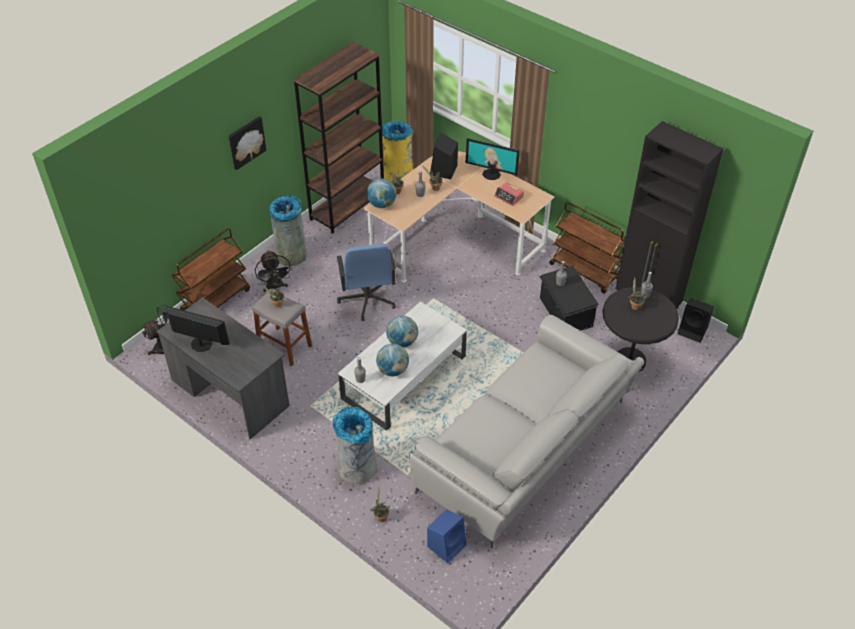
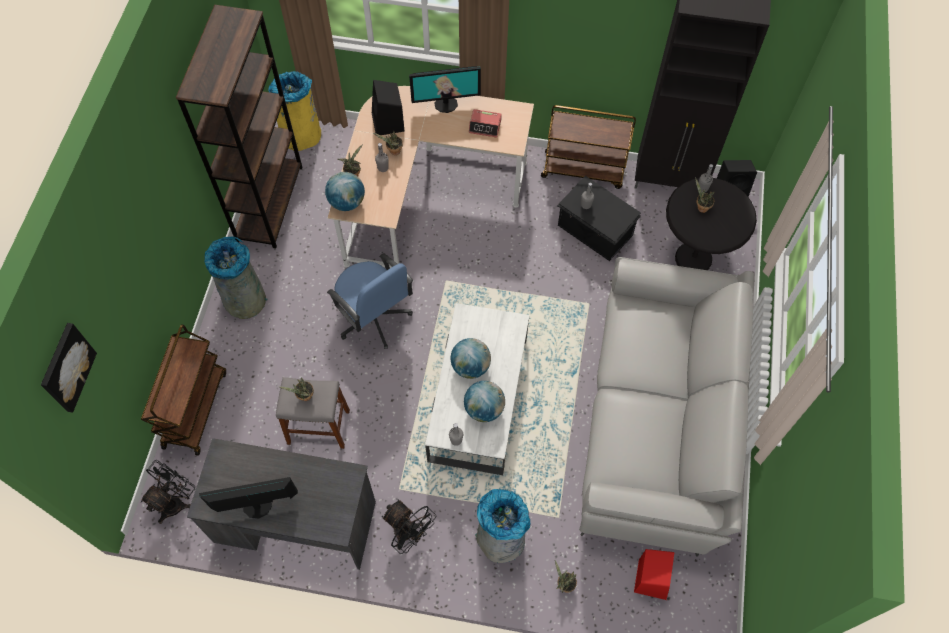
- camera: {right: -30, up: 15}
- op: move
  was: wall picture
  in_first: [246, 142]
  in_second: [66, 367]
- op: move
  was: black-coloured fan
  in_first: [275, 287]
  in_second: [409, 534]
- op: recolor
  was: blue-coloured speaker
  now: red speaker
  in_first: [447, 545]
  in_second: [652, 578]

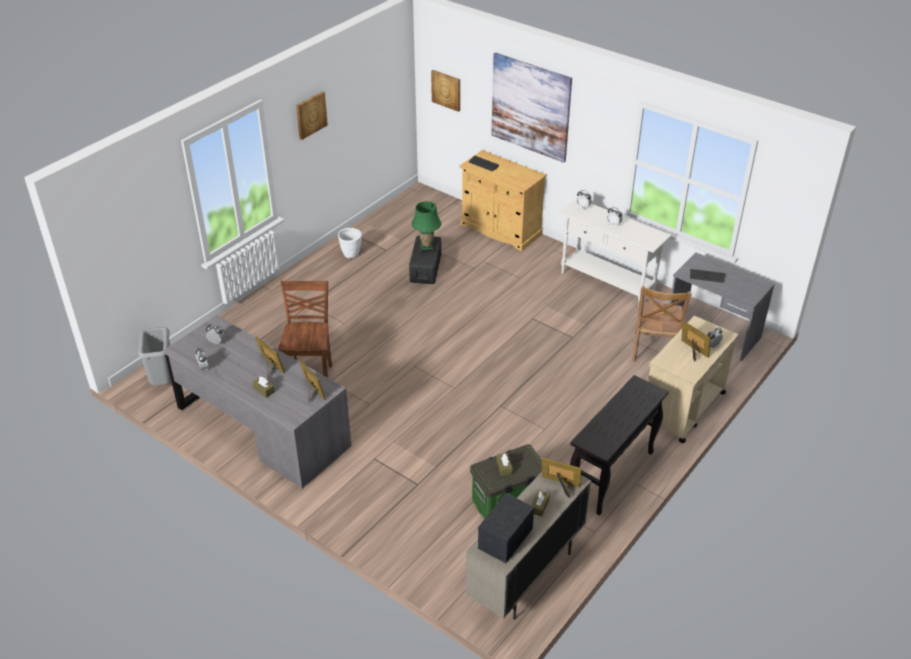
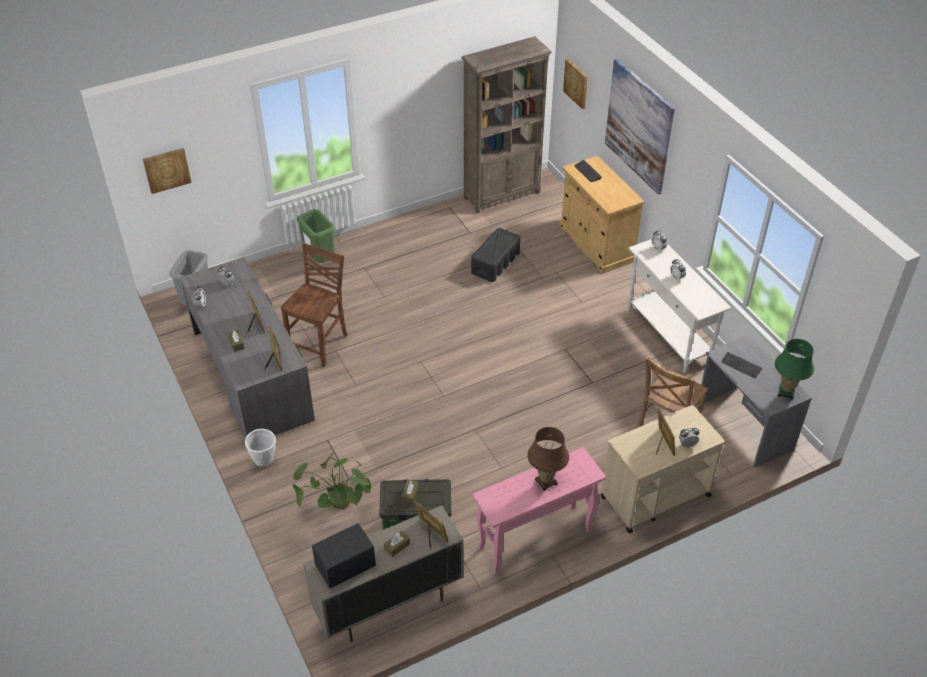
- camera: {right: 25, up: 5}
- op: move
  was: wall picture
  in_first: [310, 115]
  in_second: [166, 170]
- op: move
  was: white-coloured plant pot
  in_first: [351, 254]
  in_second: [264, 460]
- op: move
  was: green-coloured table lamp
  in_first: [427, 248]
  in_second: [786, 392]
- op: recolor
  was: black-coloured narrow table
  now: pinkish narrow table
  in_first: [612, 476]
  in_second: [534, 540]
- op: insert
  now: houseplant
  in_second: [337, 509]
- op: insert
  now: green-coloured waste bin
  in_second: [320, 260]
- op: insert
  now: brownish bookcase
  in_second: [502, 195]
- op: insert
  now: brownish table lamp
  in_second: [545, 482]

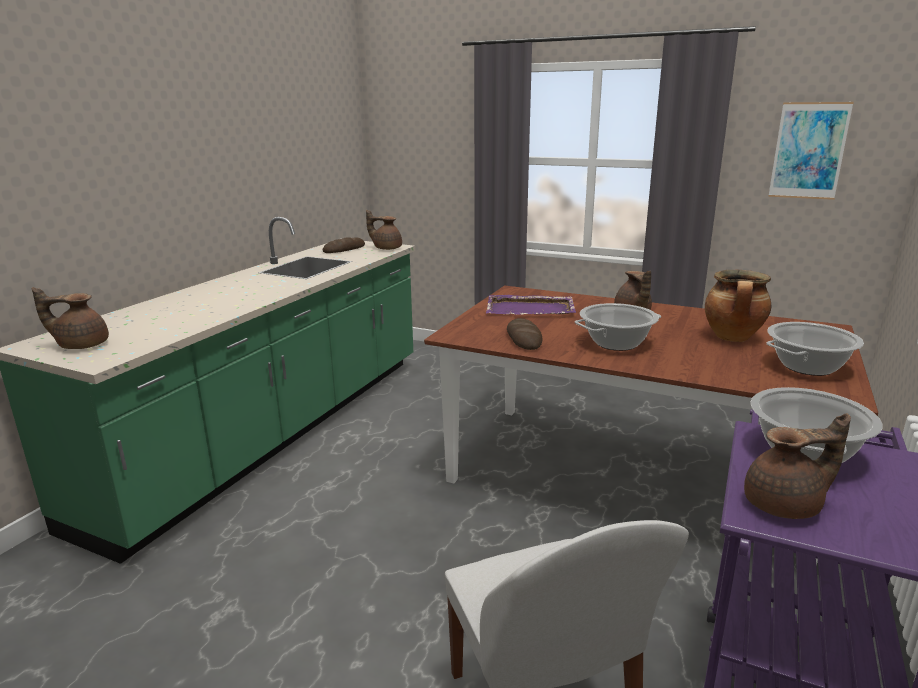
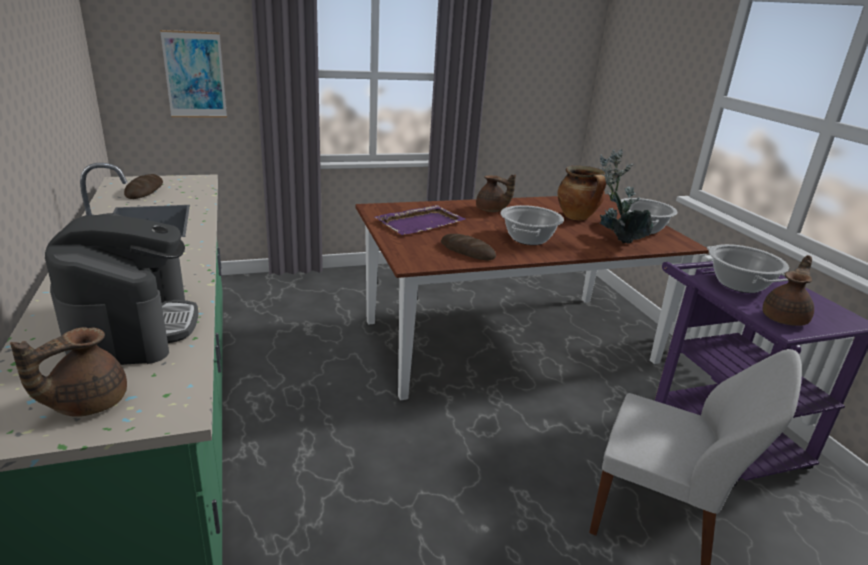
- camera: {right: -45, up: 5}
- op: delete
  was: brownish teapot
  in_first: [386, 248]
- op: move
  was: wall picture
  in_first: [808, 151]
  in_second: [195, 75]
- op: insert
  now: coffee maker
  in_second: [133, 327]
- op: insert
  now: houseplant
  in_second: [616, 243]

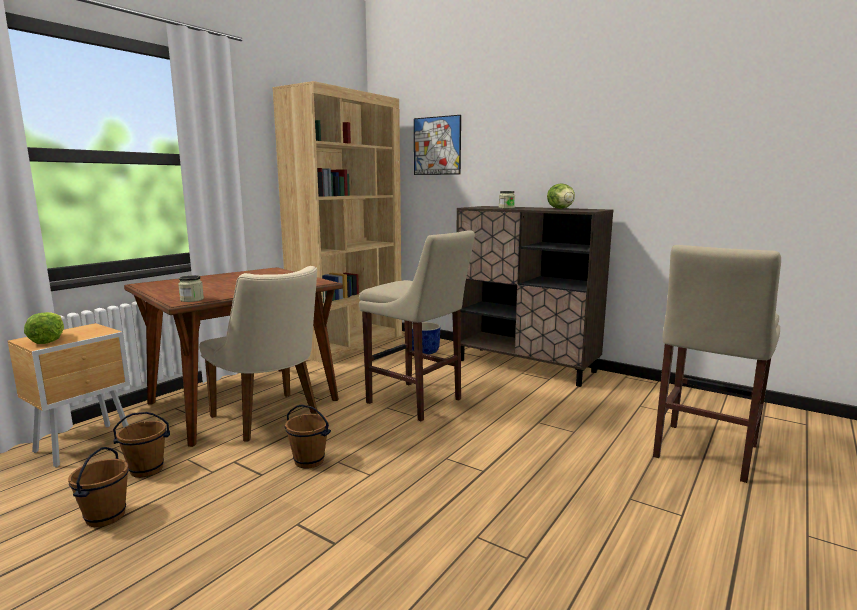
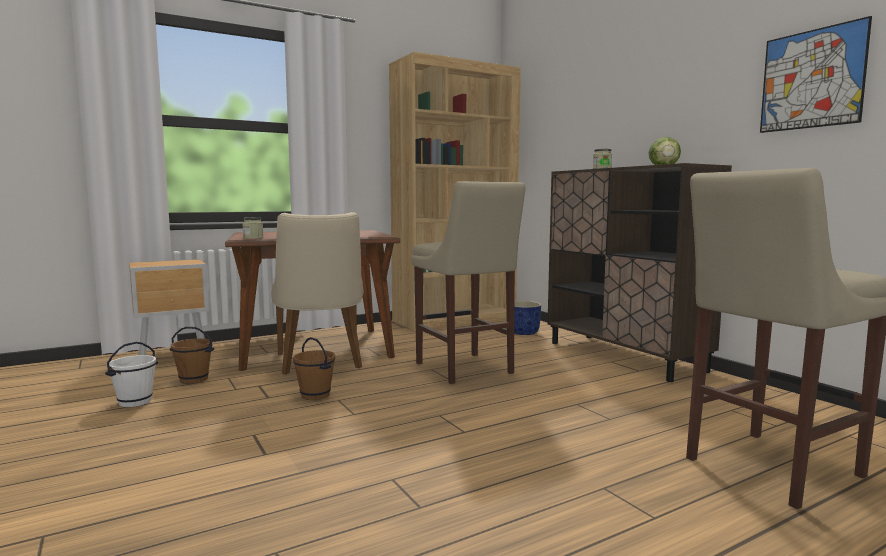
- camera: {right: 25, up: -5}
- op: delete
  was: lettuce
  in_first: [49, 340]
- op: recolor
  was: brownish water bucket
  now: white-coloured water bucket
  in_first: [105, 517]
  in_second: [135, 402]
- op: move
  was: wall picture
  in_first: [437, 146]
  in_second: [811, 79]

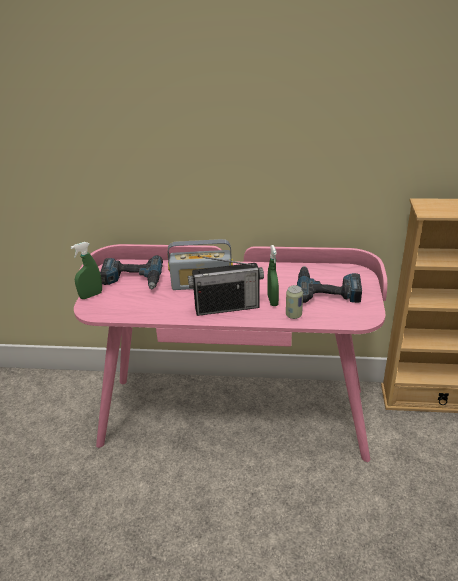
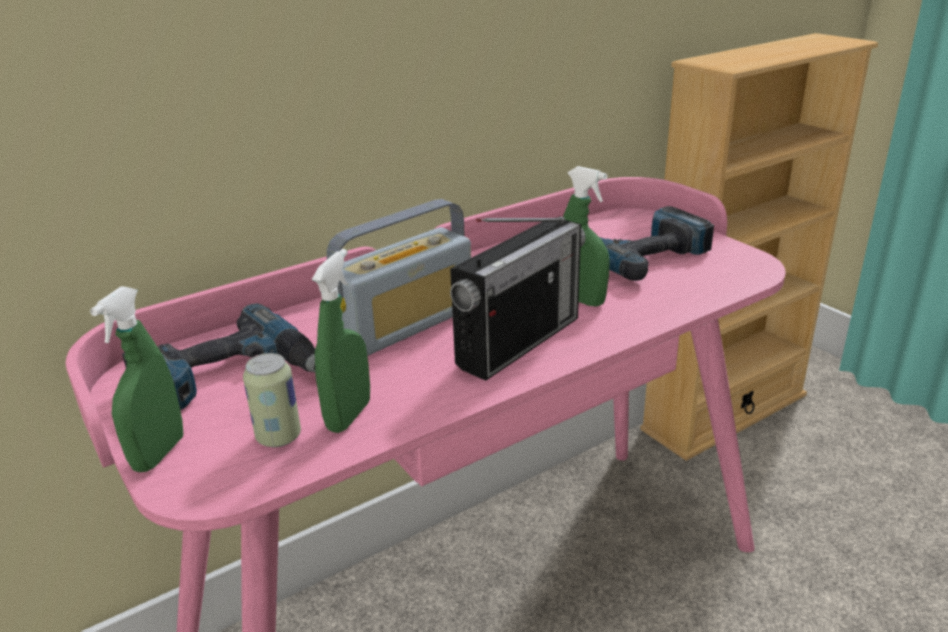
- camera: {right: -40, up: -5}
- op: move
  was: can
  in_first: [293, 315]
  in_second: [278, 436]
- op: insert
  now: green-coloured hand sprayer
  in_second: [349, 416]

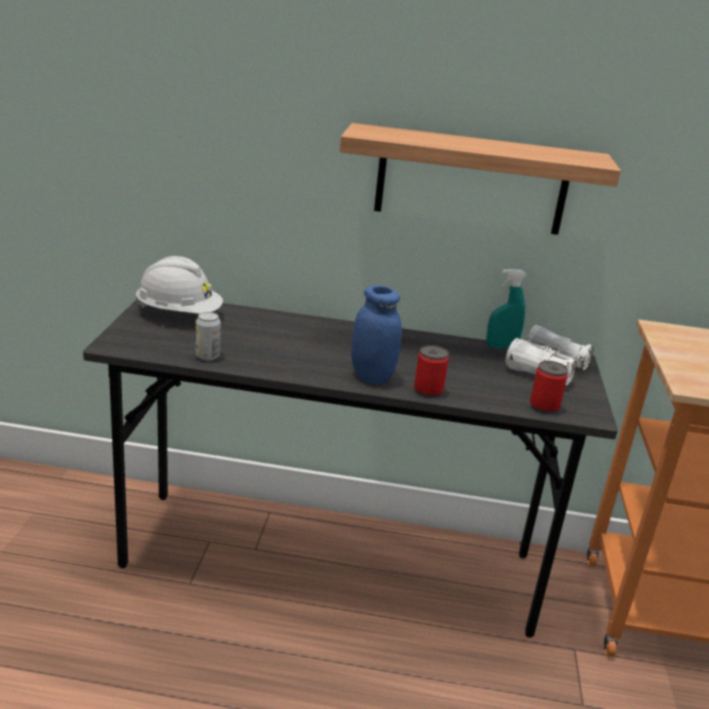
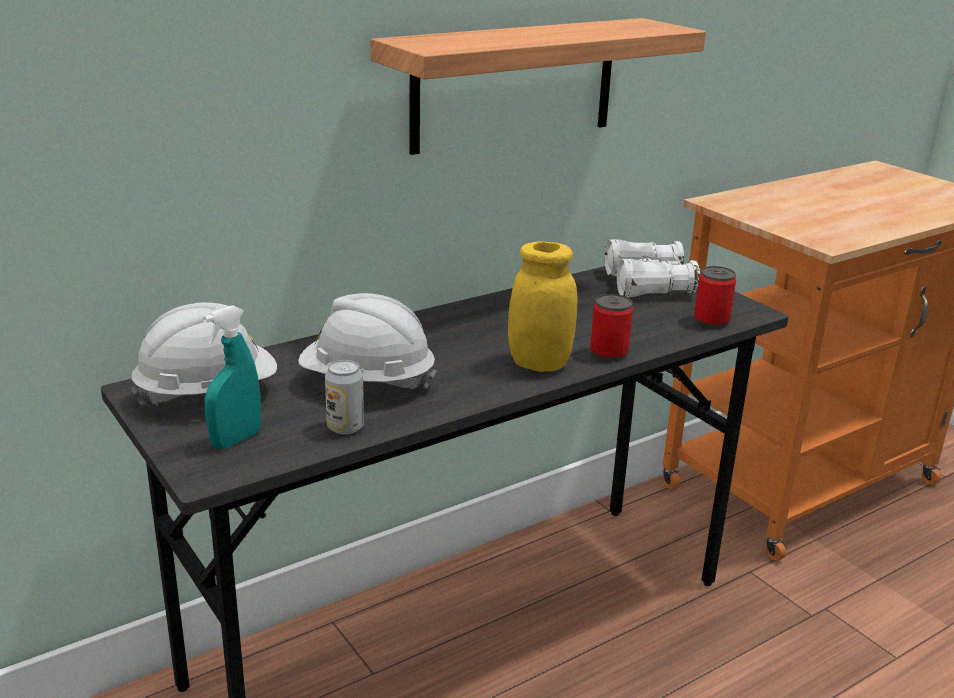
- camera: {right: -40, up: 0}
- op: recolor
  was: blue-coloured jar
  now: yellow jar
  in_first: [372, 376]
  in_second: [539, 364]
- op: move
  was: turquoise-coloured hand sprayer
  in_first: [501, 346]
  in_second: [236, 440]
- op: insert
  now: white-coloured hard hat
  in_second: [367, 382]

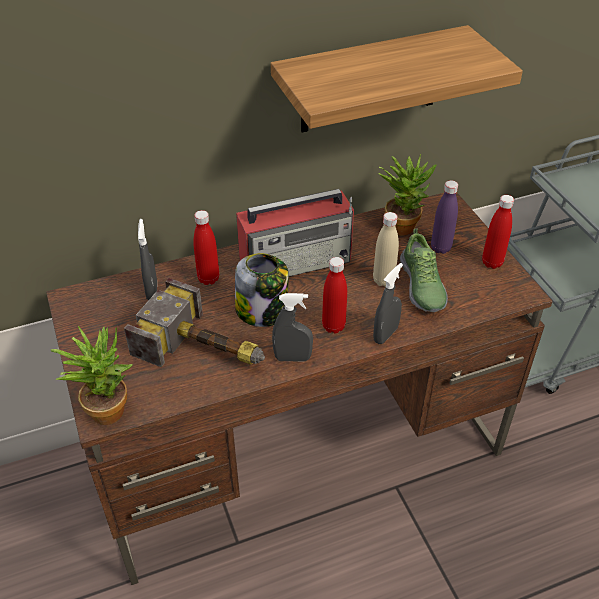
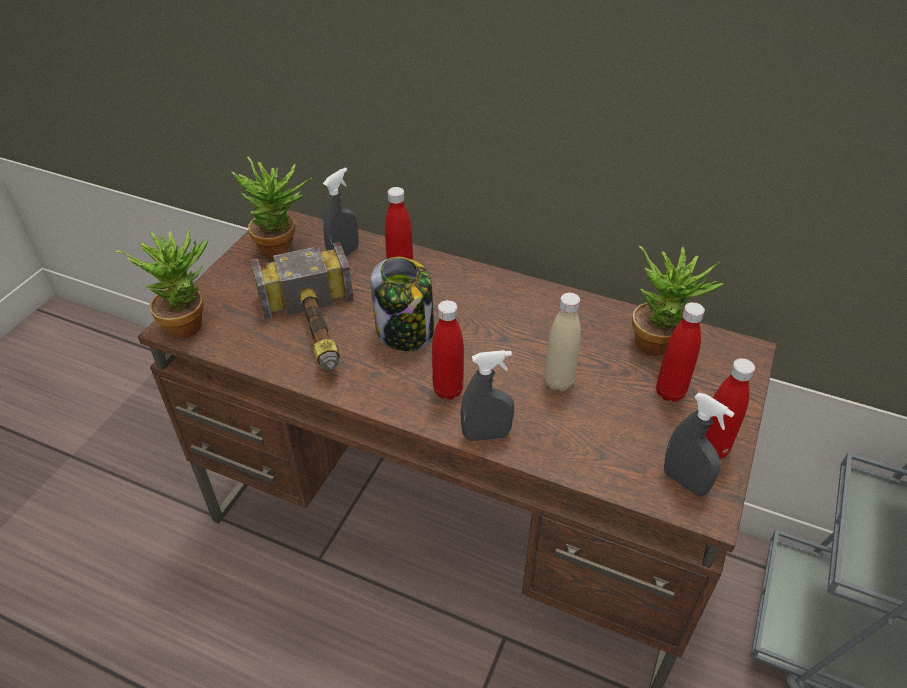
- camera: {right: 45, up: 0}
- op: delete
  was: radio set
  in_first: [297, 261]
- op: delete
  was: wall shelf
  in_first: [370, 81]
- op: move
  was: grey hand sprayer
  in_first: [292, 358]
  in_second: [684, 482]
- op: delete
  was: shoe
  in_first: [422, 286]
- op: recolor
  was: purple-coloured bottle
  now: red bottle
  in_first: [440, 248]
  in_second: [670, 392]
- op: insert
  now: houseplant
  in_second: [283, 248]

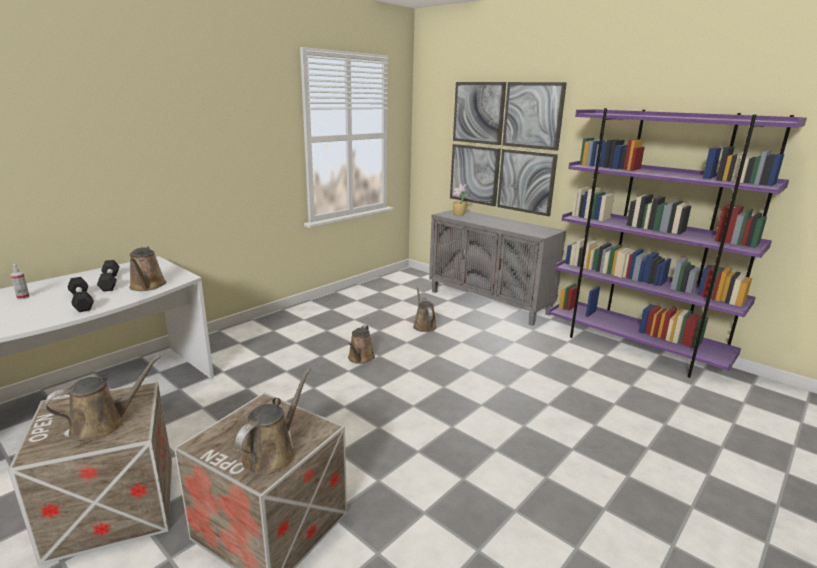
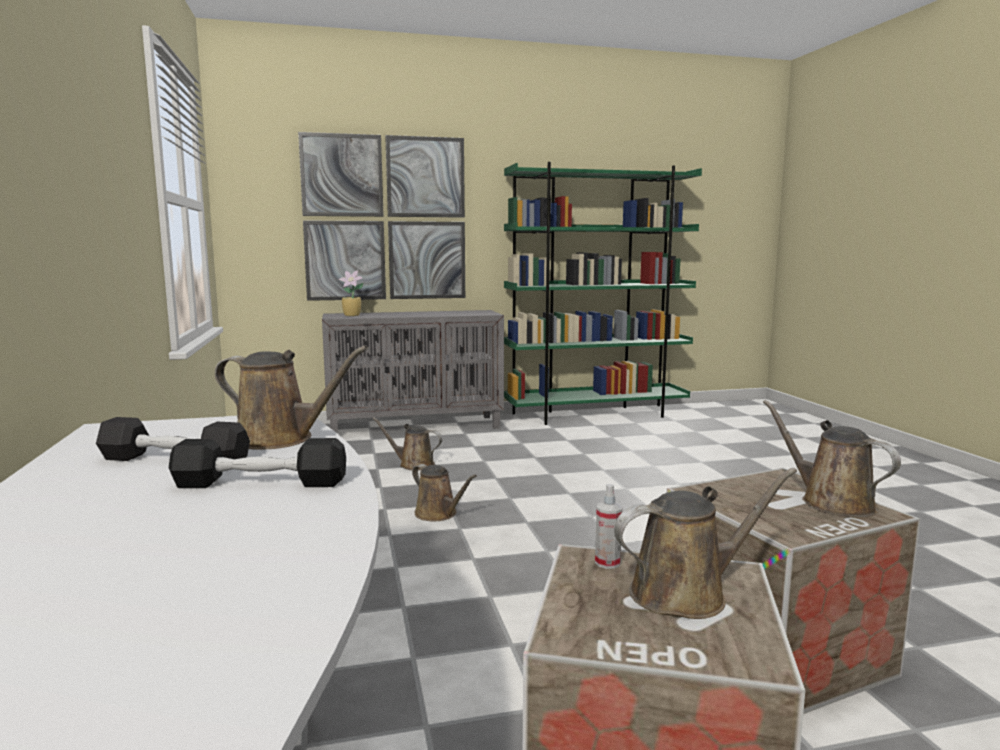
- camera: {right: -55, up: -10}
- op: move
  was: hand sprayer
  in_first: [23, 297]
  in_second: [607, 562]
- op: rotate
  was: brownish sprinkling can
  in_first: [103, 425]
  in_second: [686, 593]
  clockwise: 75
- op: recolor
  was: purple-coloured bookcase
  now: green-coloured bookcase
  in_first: [634, 348]
  in_second: [596, 415]

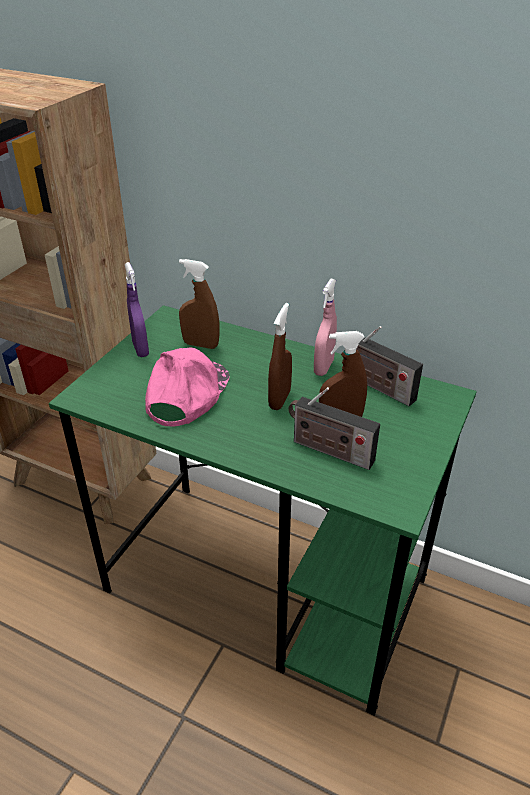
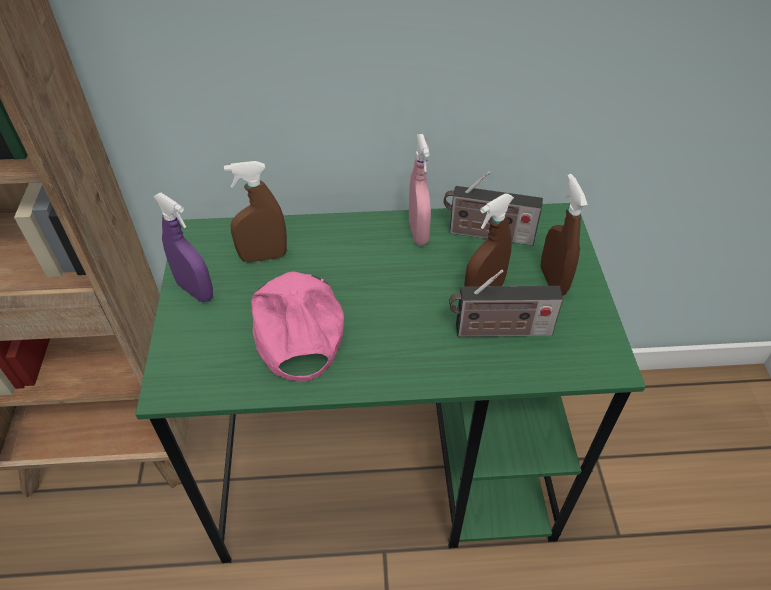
- camera: {right: -30, up: 10}
- op: move
  was: brownish hand sprayer
  in_first: [279, 399]
  in_second: [552, 281]

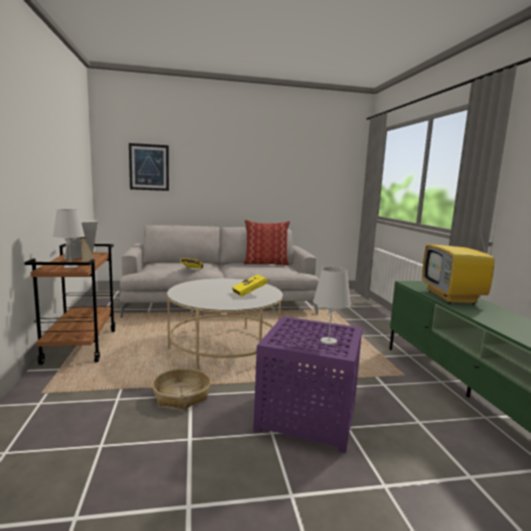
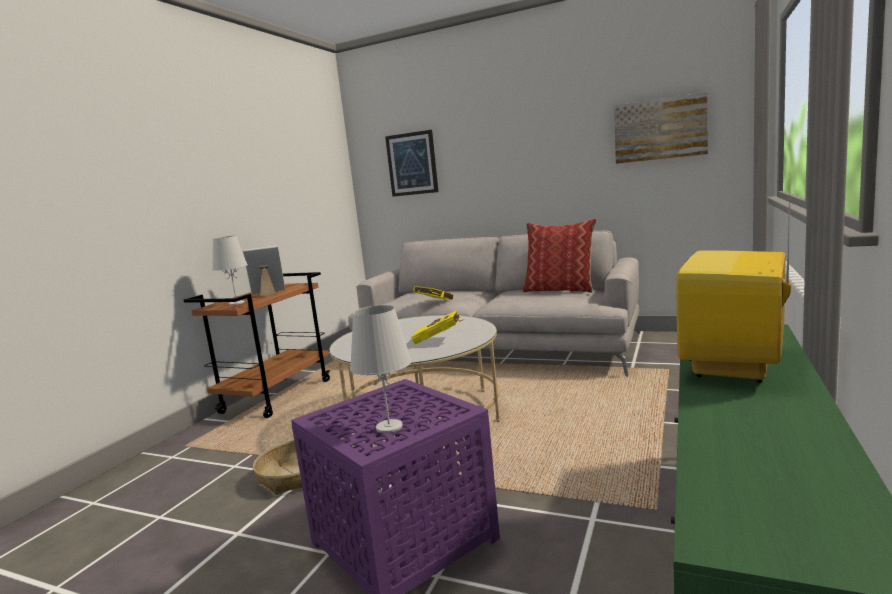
- camera: {right: 35, up: 0}
- op: insert
  now: wall picture
  in_second: [659, 129]

